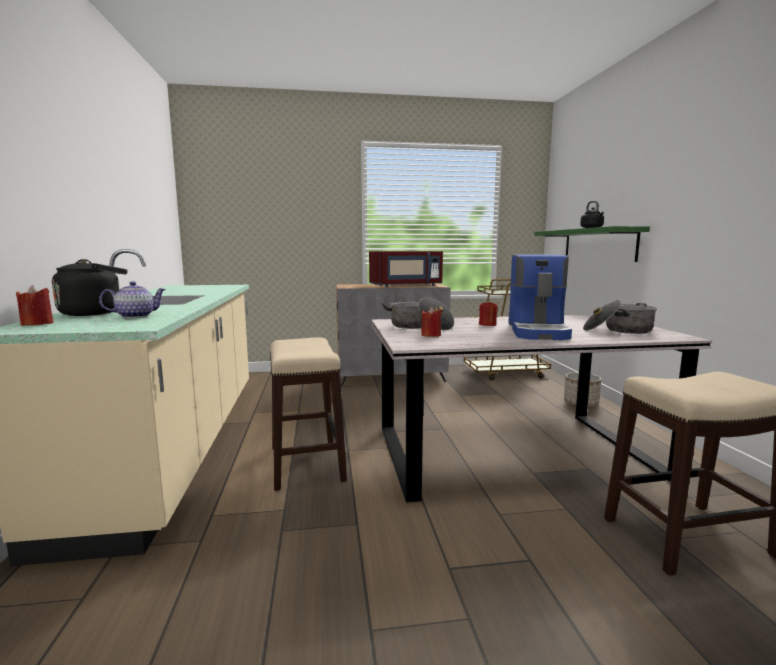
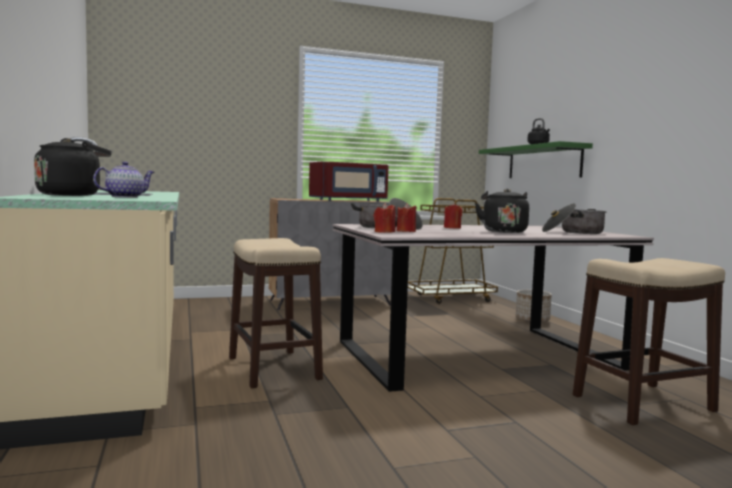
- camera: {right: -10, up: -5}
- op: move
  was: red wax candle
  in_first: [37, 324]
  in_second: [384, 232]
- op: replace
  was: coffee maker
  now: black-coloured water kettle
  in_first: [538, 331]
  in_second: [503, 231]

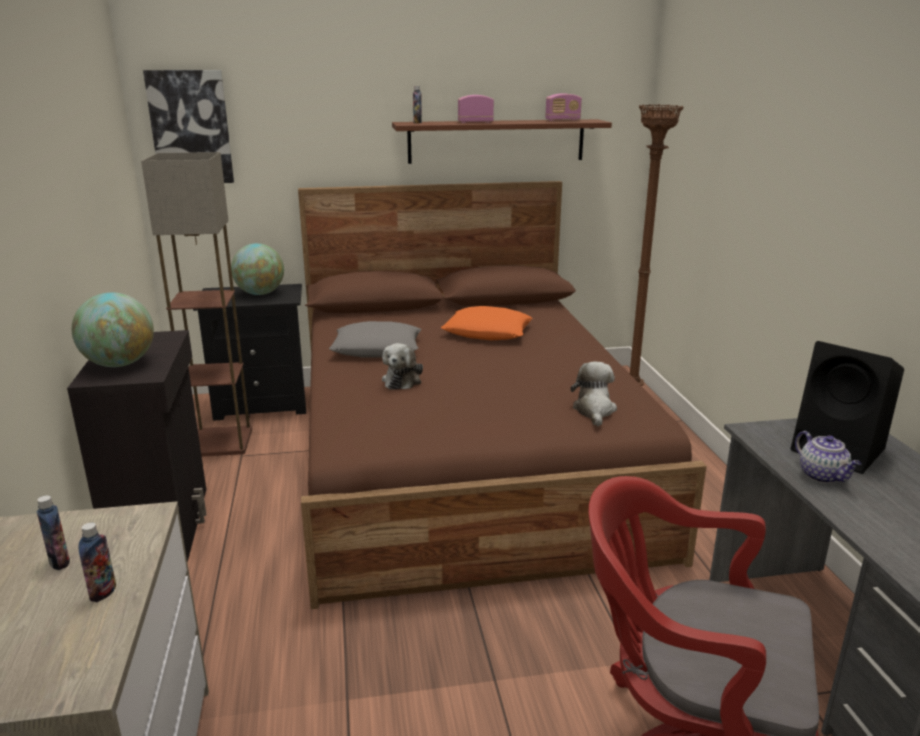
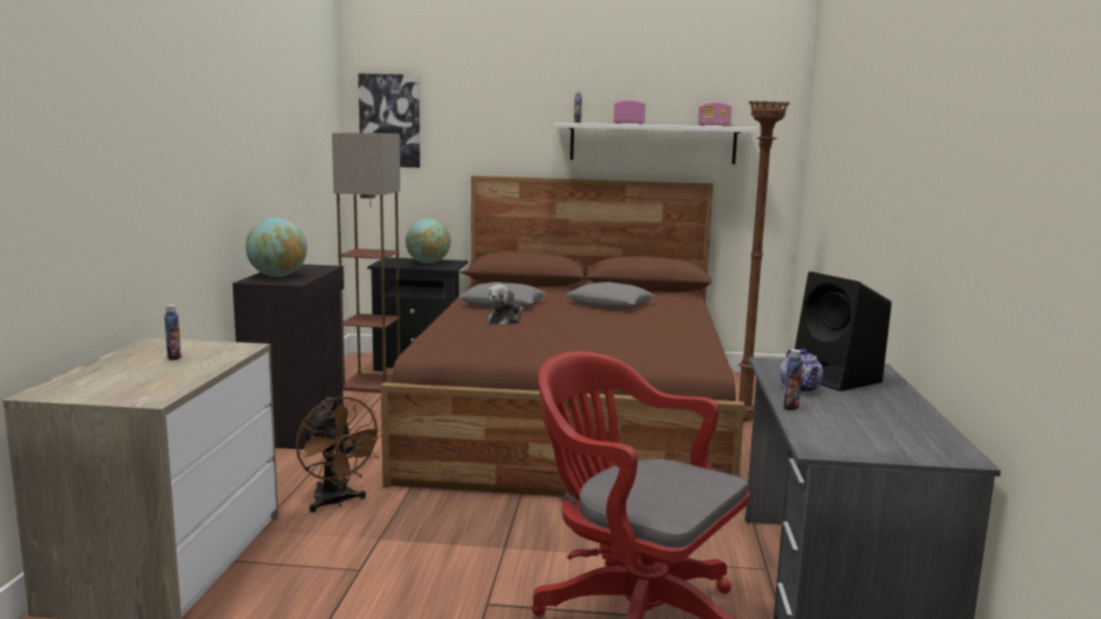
- camera: {right: 15, up: -10}
- op: move
  was: bottle
  in_first: [103, 592]
  in_second: [791, 407]
- op: recolor
  was: brownish wall shelf
  now: white-coloured wall shelf
  in_first: [496, 141]
  in_second: [652, 143]
- op: recolor
  was: orangey throw pillow
  now: grey throw pillow
  in_first: [487, 332]
  in_second: [610, 304]
- op: delete
  was: cuddly toy
  in_first: [594, 410]
- op: insert
  now: brownish fan
  in_second: [336, 502]

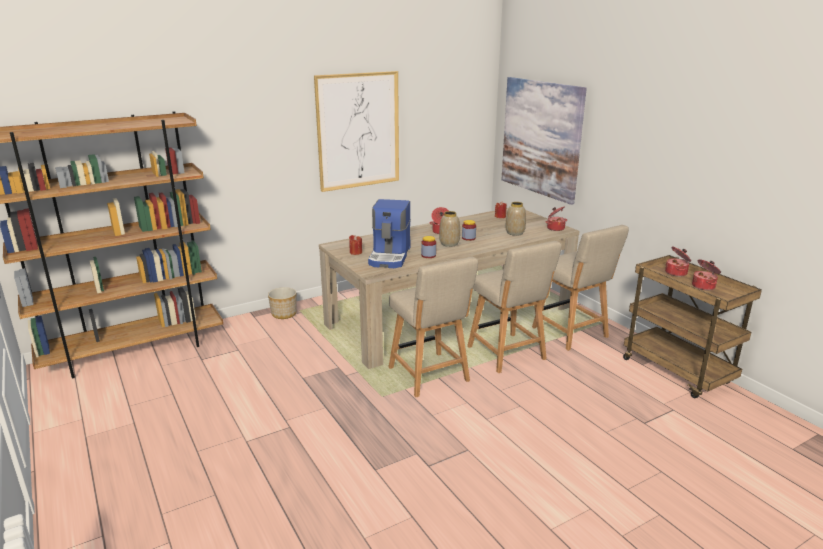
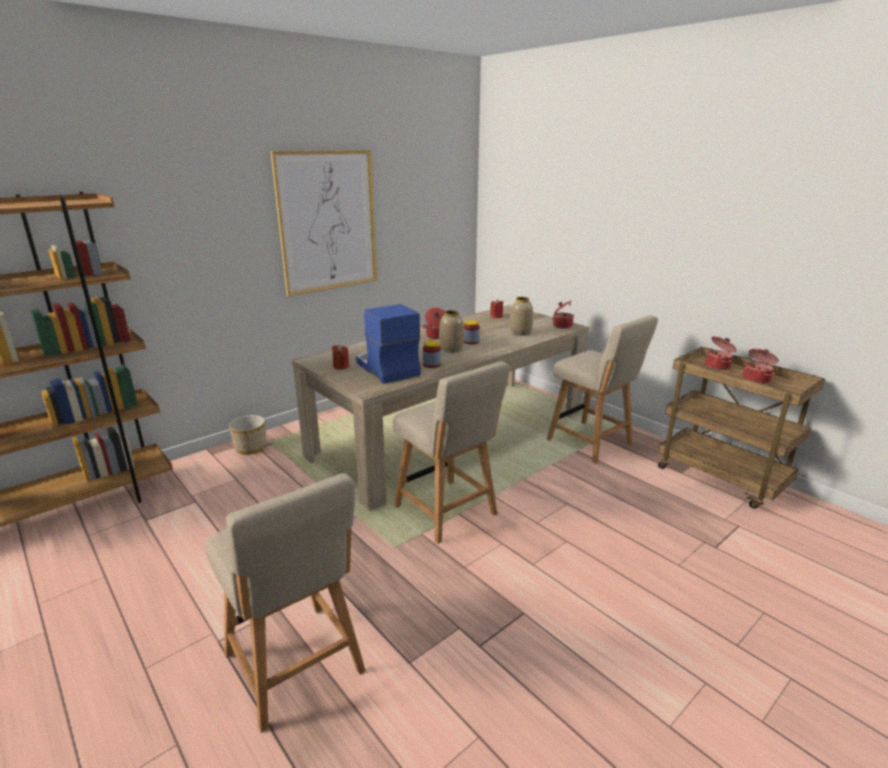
- camera: {right: -10, up: 0}
- op: rotate
  was: coffee maker
  in_first: [390, 256]
  in_second: [386, 369]
  clockwise: 150
- op: move
  was: beige-coloured chair
  in_first: [508, 355]
  in_second: [297, 668]
- op: delete
  was: wall picture
  in_first: [541, 138]

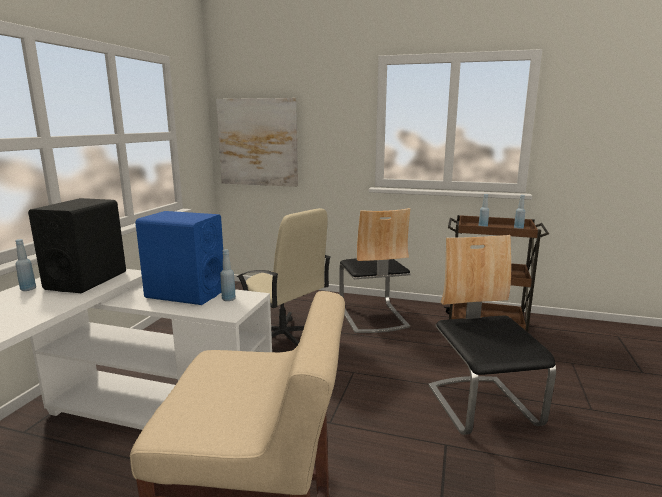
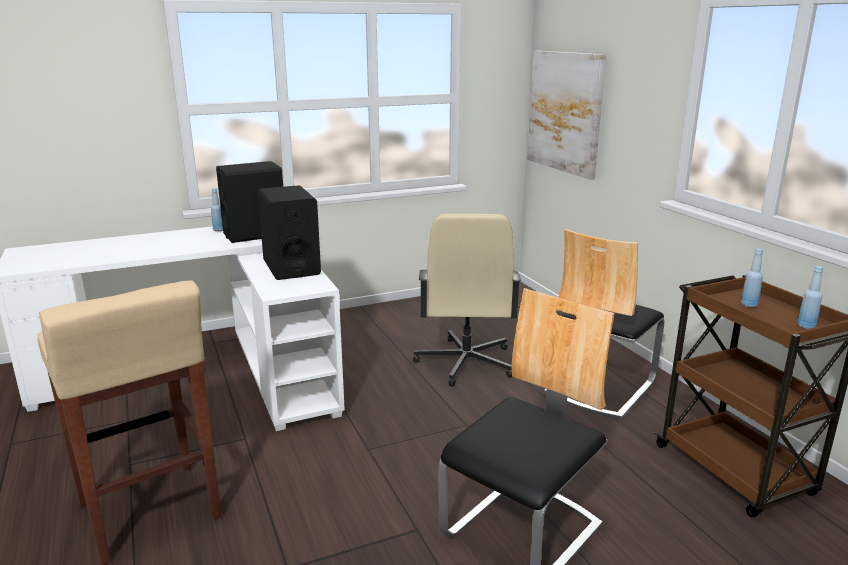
- camera: {right: 50, up: 5}
- op: recolor
  was: blue-coloured speaker
  now: black-coloured speaker
  in_first: [185, 294]
  in_second: [291, 267]
- op: delete
  was: blue-coloured bottle
  in_first: [228, 299]

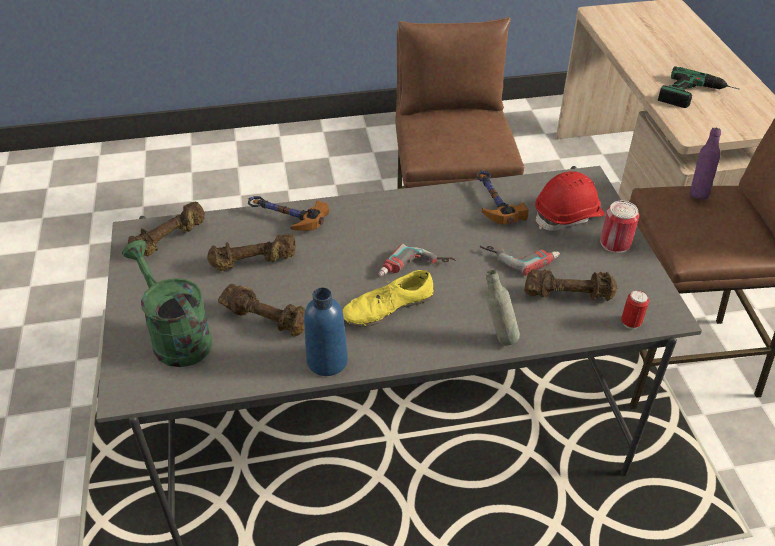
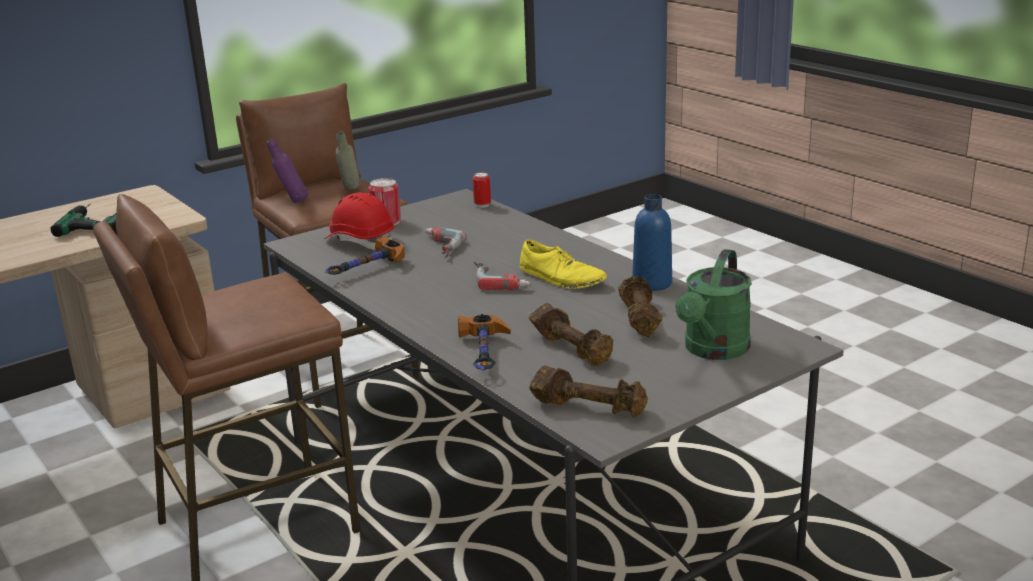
- camera: {right: -115, up: -20}
- op: move
  was: grey bottle
  in_first: [498, 337]
  in_second: [350, 191]
- op: delete
  was: brownish free weight
  in_first: [567, 294]

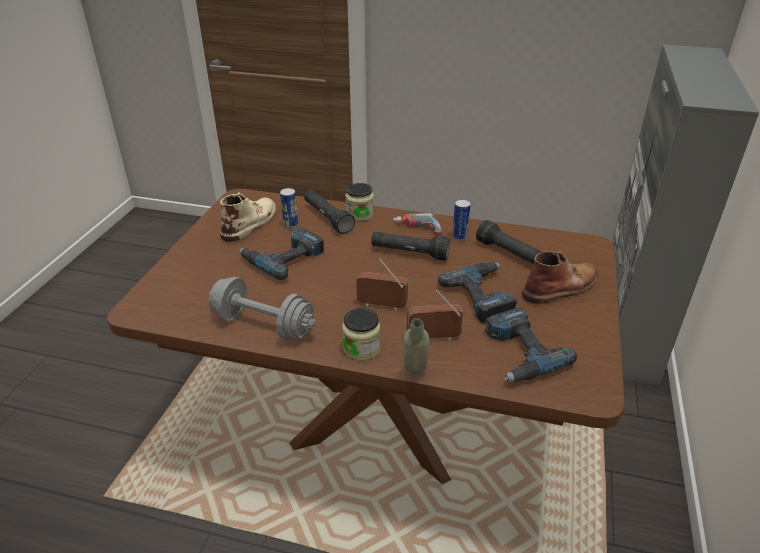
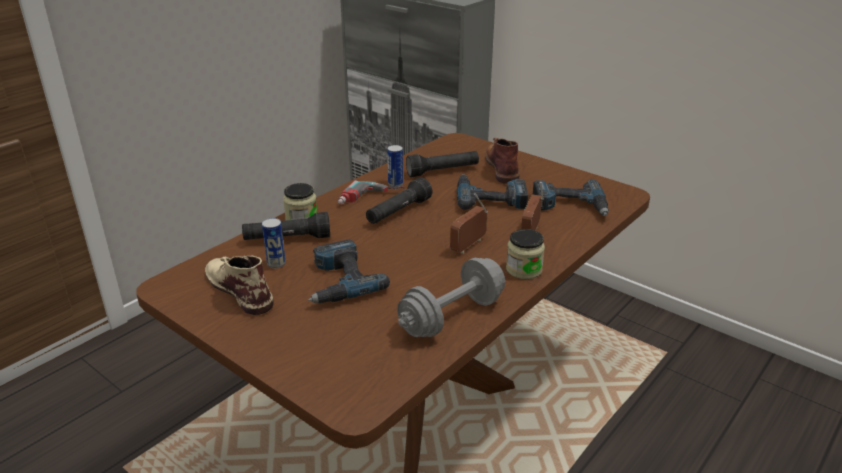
- camera: {right: -65, up: -5}
- op: delete
  was: grey bottle
  in_first: [414, 377]

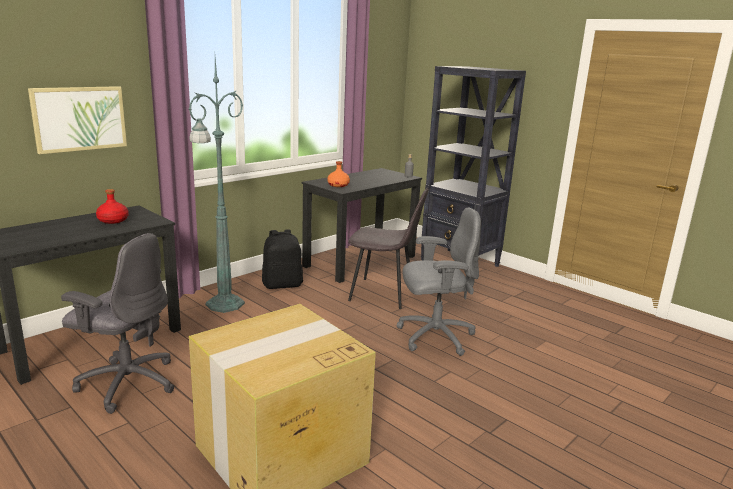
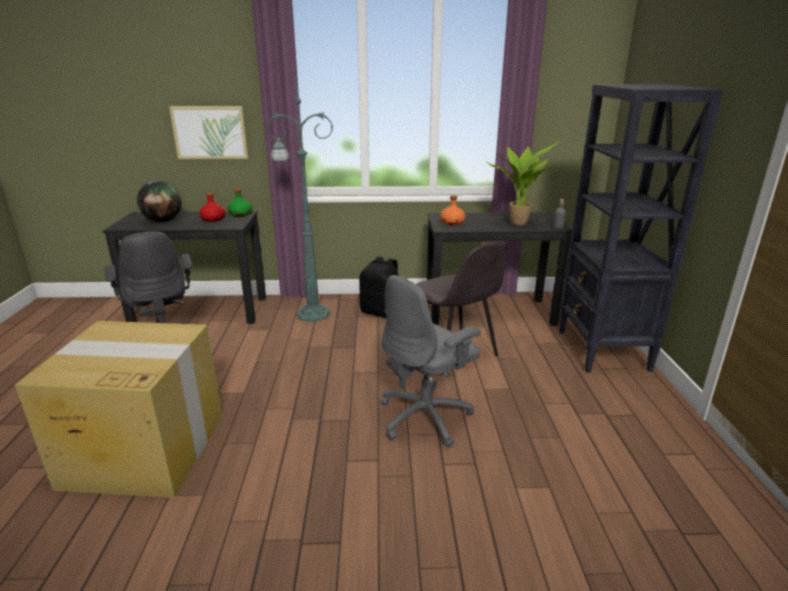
- camera: {right: 45, up: 5}
- op: rotate
  was: grey desk chair
  in_first: [434, 336]
  in_second: [426, 417]
  clockwise: 105
- op: insert
  now: globe
  in_second: [163, 221]
- op: insert
  now: green-coloured bottle
  in_second: [241, 214]
- op: insert
  now: houseplant
  in_second: [518, 223]

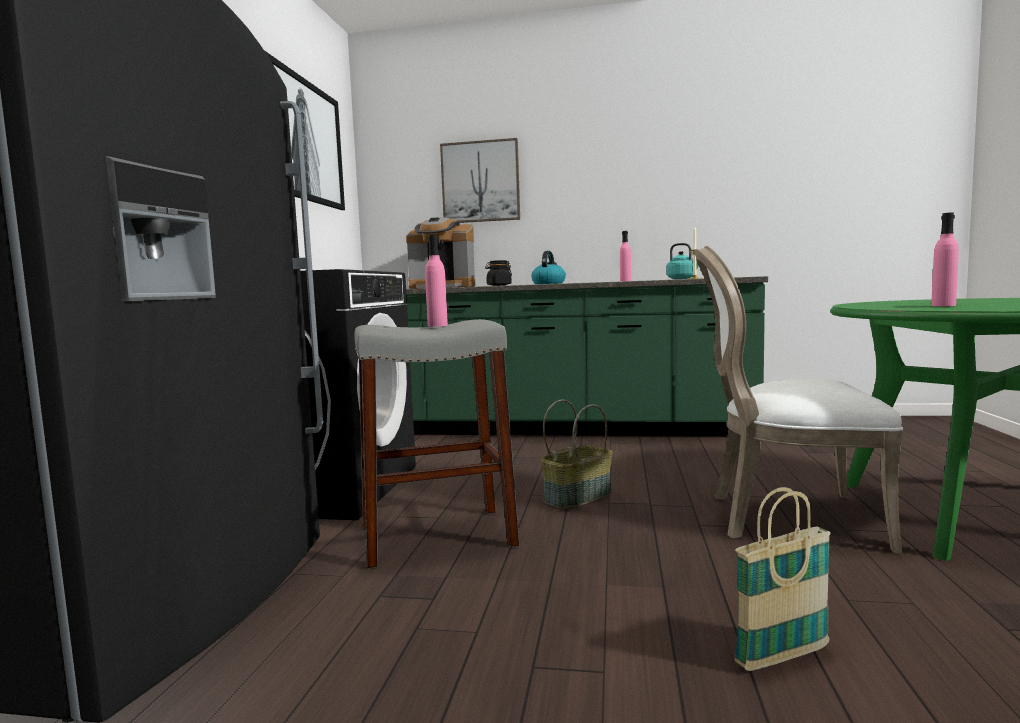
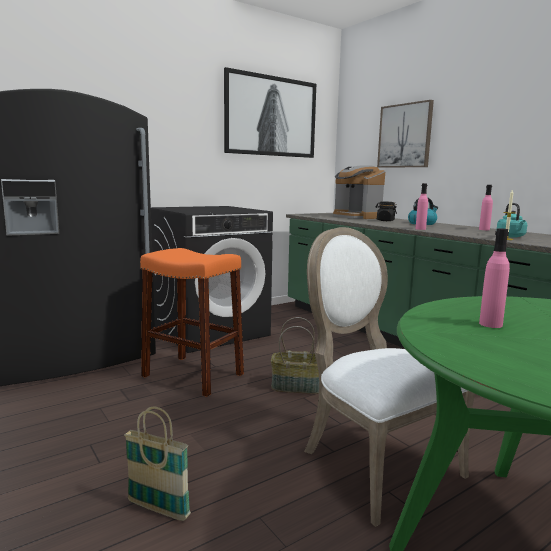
- camera: {right: 45, up: 5}
- op: recolor
  was: grey stool seat
  now: orangey stool seat
  in_first: [437, 536]
  in_second: [193, 375]
- op: move
  was: pinkish bottle
  in_first: [437, 325]
  in_second: [420, 229]

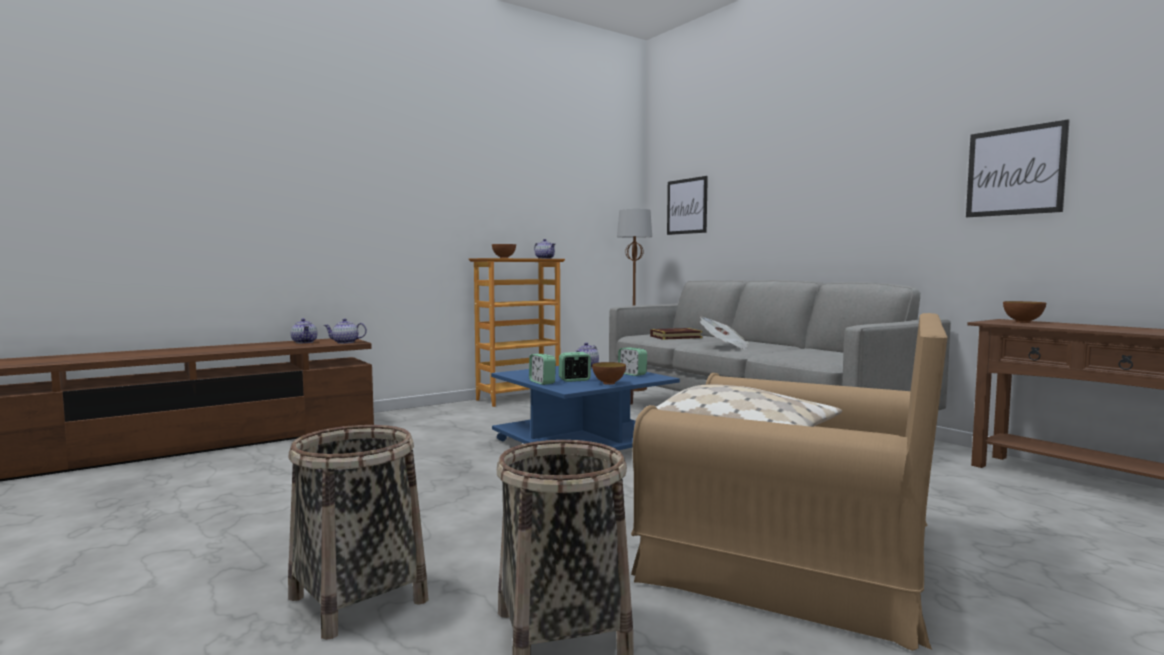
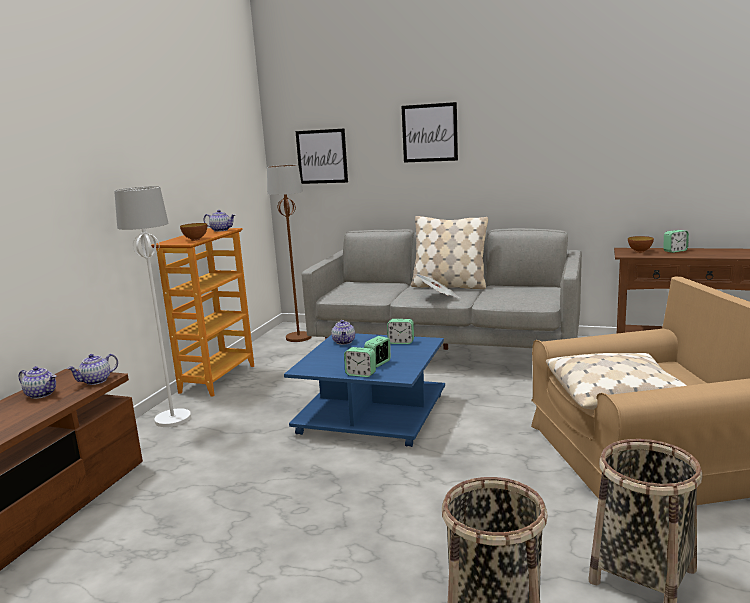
- camera: {right: -35, up: 10}
- op: delete
  was: serving bowl
  in_first: [609, 383]
- op: delete
  was: bound book
  in_first: [675, 337]
- op: move
  was: wall picture
  in_first: [1015, 171]
  in_second: [429, 133]
- op: insert
  now: white-coloured floor lamp
  in_second: [173, 419]
- op: insert
  now: beige-coloured throw pillow
  in_second: [449, 286]
- op: insert
  now: table clock
  in_second: [675, 251]

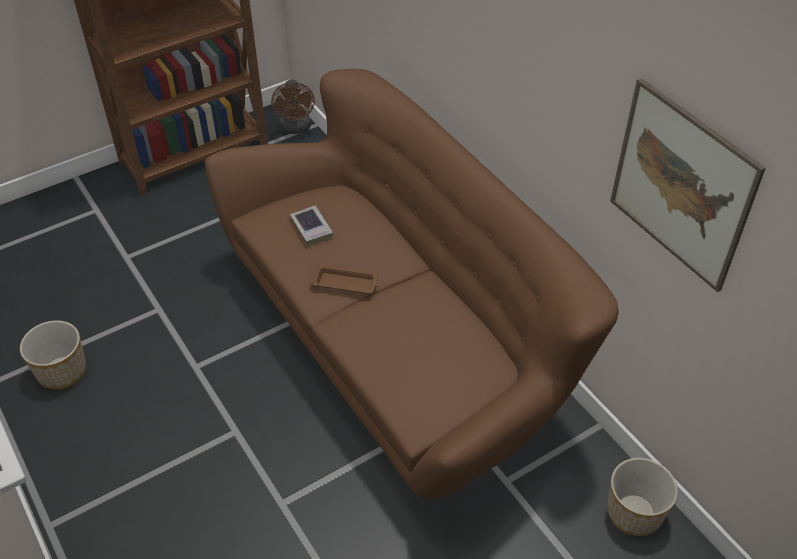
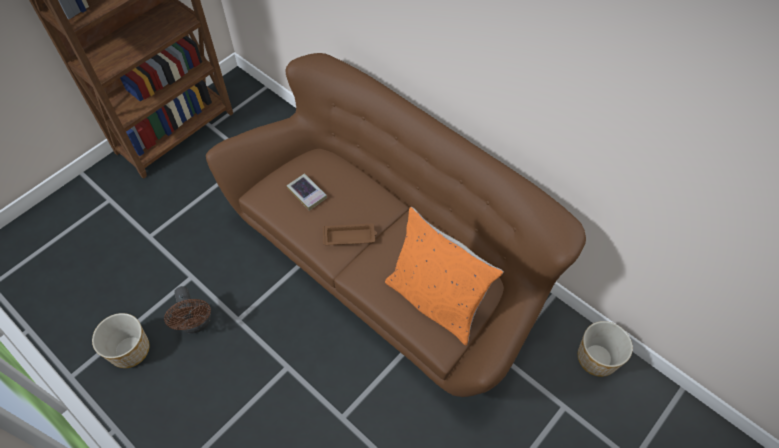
- camera: {right: -15, up: 10}
- op: move
  was: brownish fan
  in_first: [296, 128]
  in_second: [196, 324]
- op: delete
  was: wall picture
  in_first: [681, 185]
- op: insert
  now: orangey throw pillow
  in_second: [435, 300]

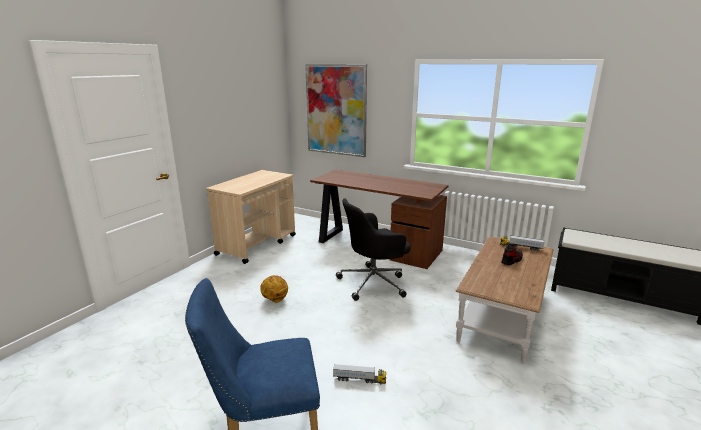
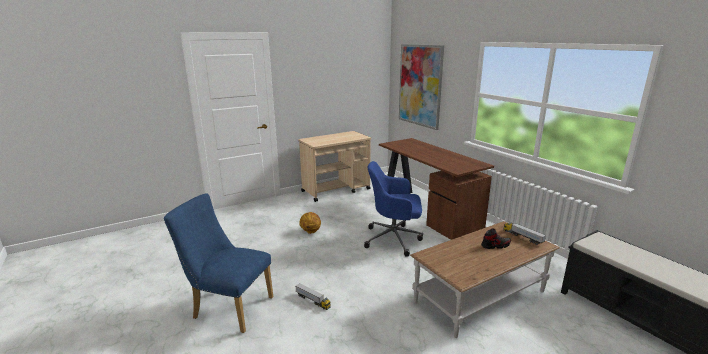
- camera: {right: 30, up: 0}
- op: recolor
  was: black-coloured desk chair
  now: blue-coloured desk chair
  in_first: [374, 283]
  in_second: [394, 239]

